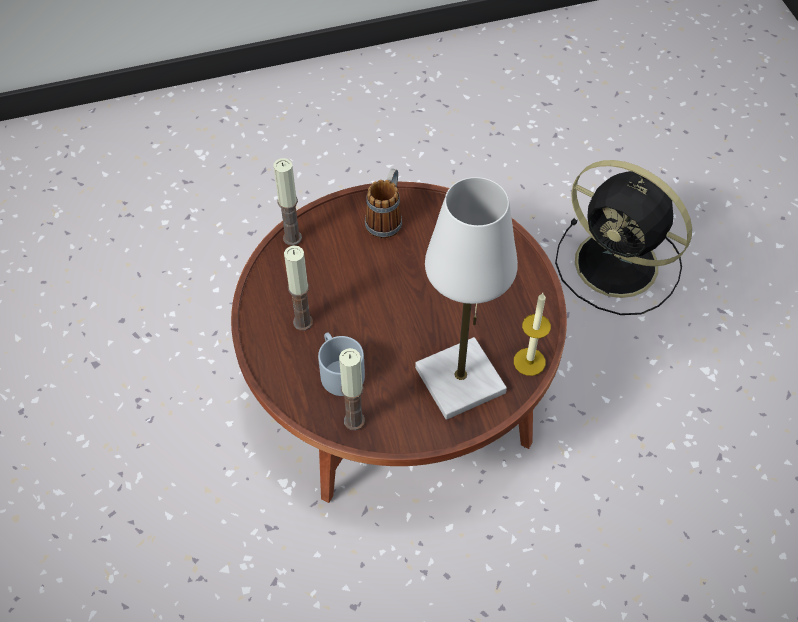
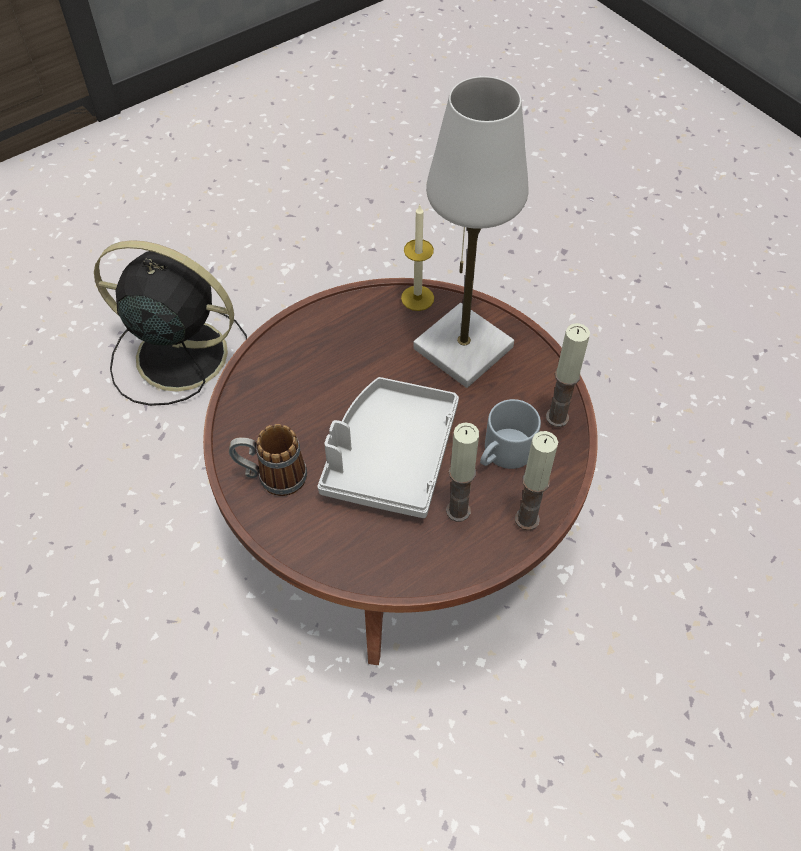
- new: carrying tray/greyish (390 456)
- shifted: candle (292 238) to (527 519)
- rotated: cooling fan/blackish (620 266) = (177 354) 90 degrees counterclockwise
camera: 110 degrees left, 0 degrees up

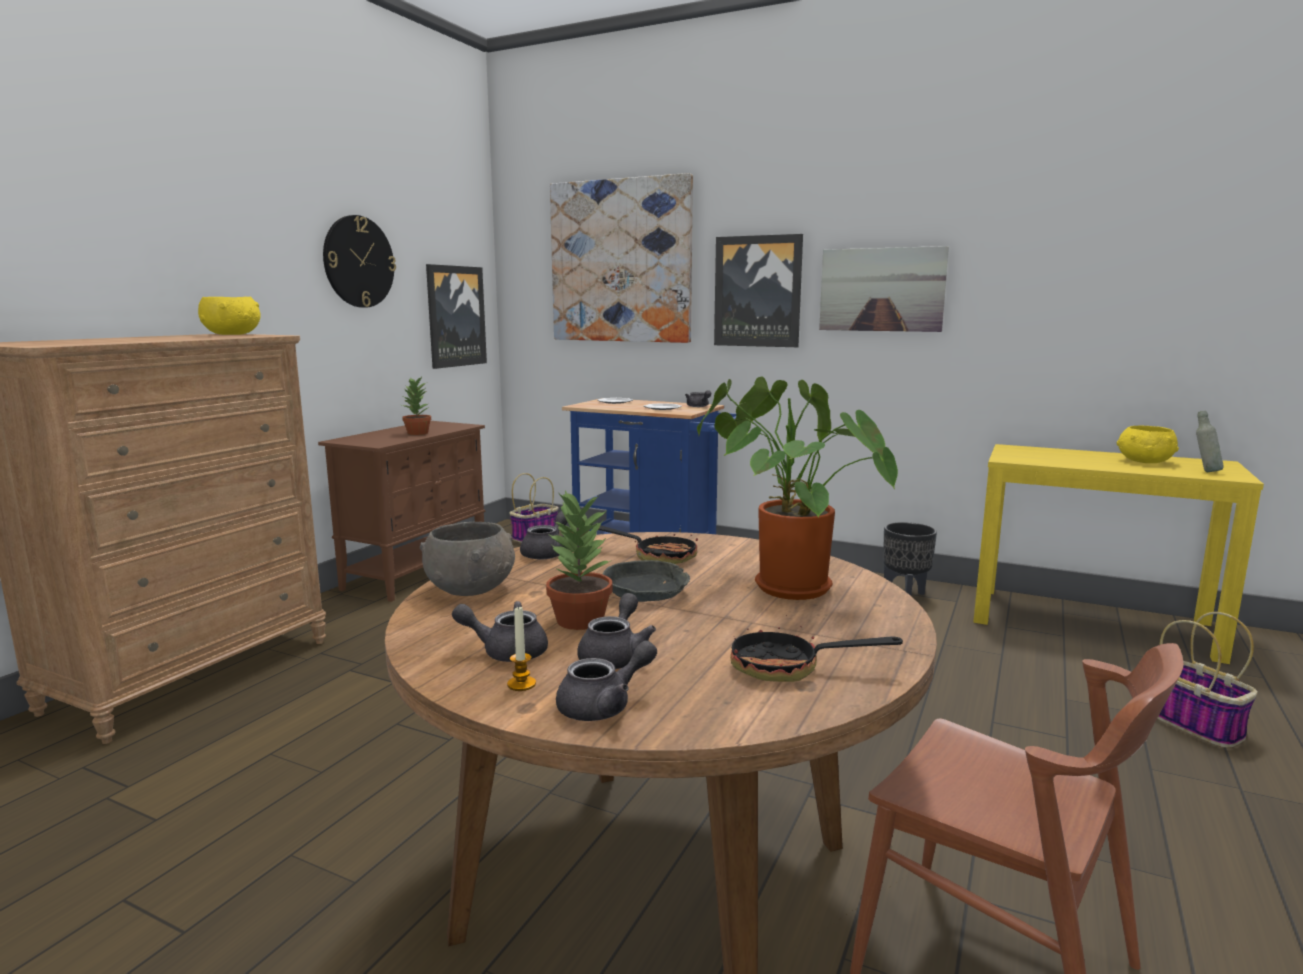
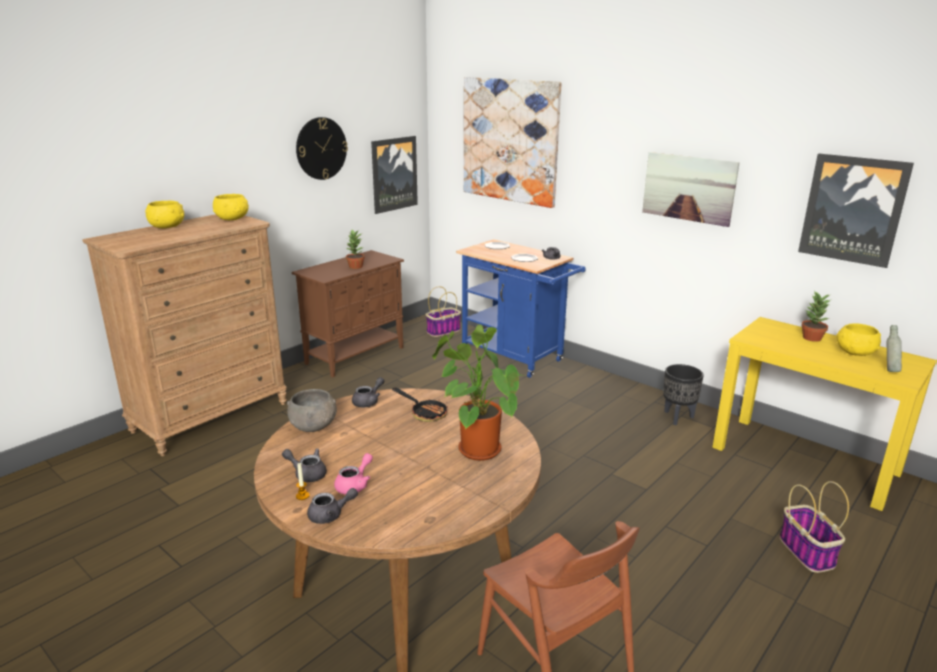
- gone: bowl/greyish (646 592)
- gone: skillet (788 668)
- new: bowl/yellow (167 226)
- shifted: potted plant (578 620) to (811 338)
- shifted: wall art (758 291) to (853 209)
- repainted: pot for tea/greyish (615 655) to pot for tea/pinkish (355 485)
camera: 15 degrees right, 10 degrees up

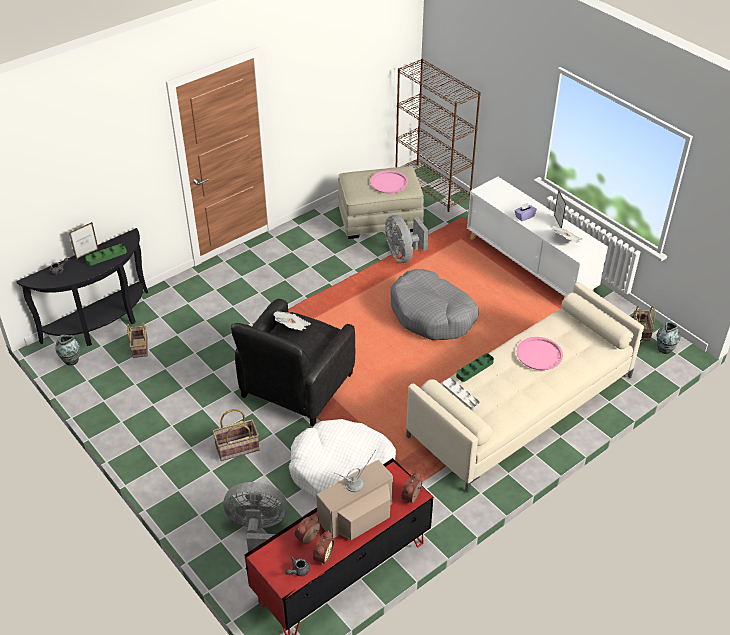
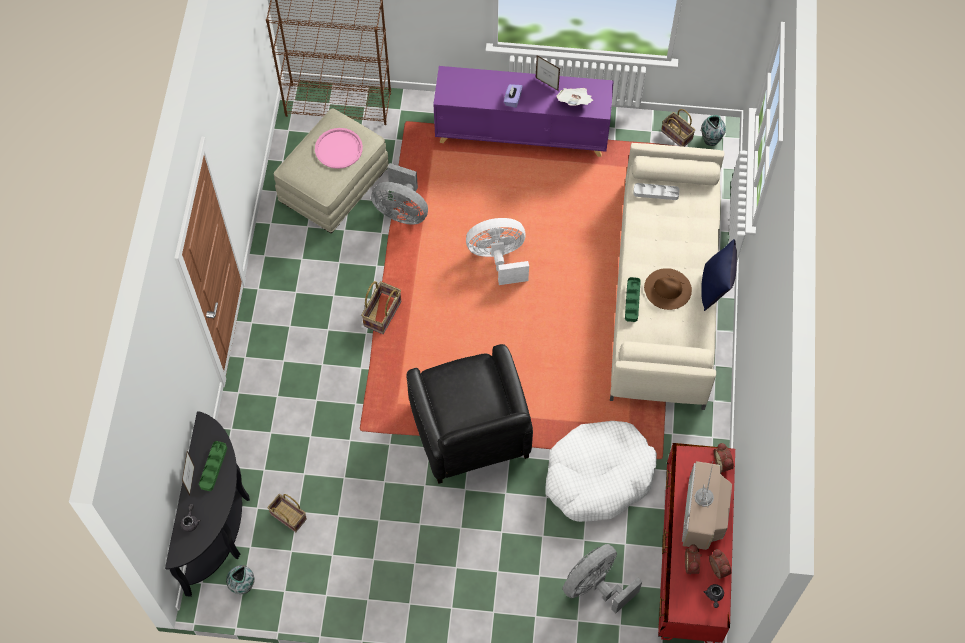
- gone: printed paper (292 327)
- gone: carrying tray/pinkish (539 354)
- new: hat/brown-coloured (667 289)
- new: throw pillow/blue-coloured (715 287)
- shifted: storage basket (237 448) to (383 314)
- shifted: carrying tray/greyish (460 396) to (656 193)
- swapped: dog cushion/greyish (432 314) to cooling fan/whitish (499 258)
- repainted: cupboard/whitish (530 265) to cupboard/purplish (522 133)
camera: 45 degrees left, 20 degrees up

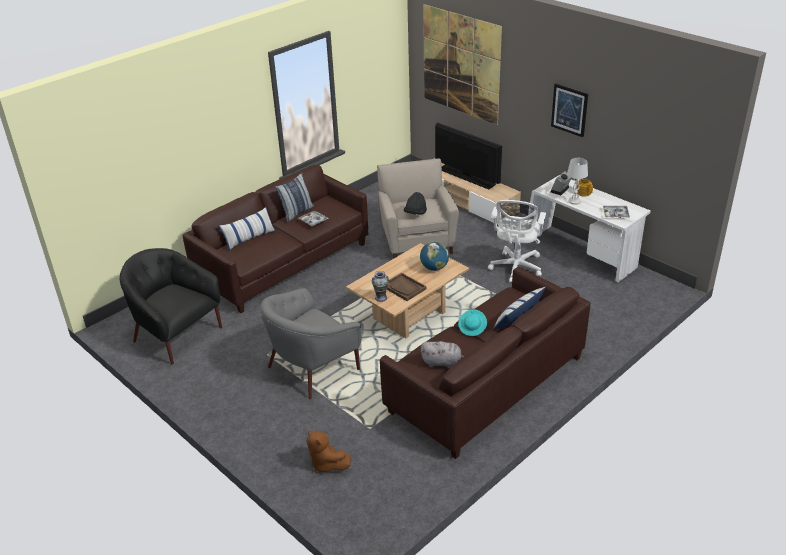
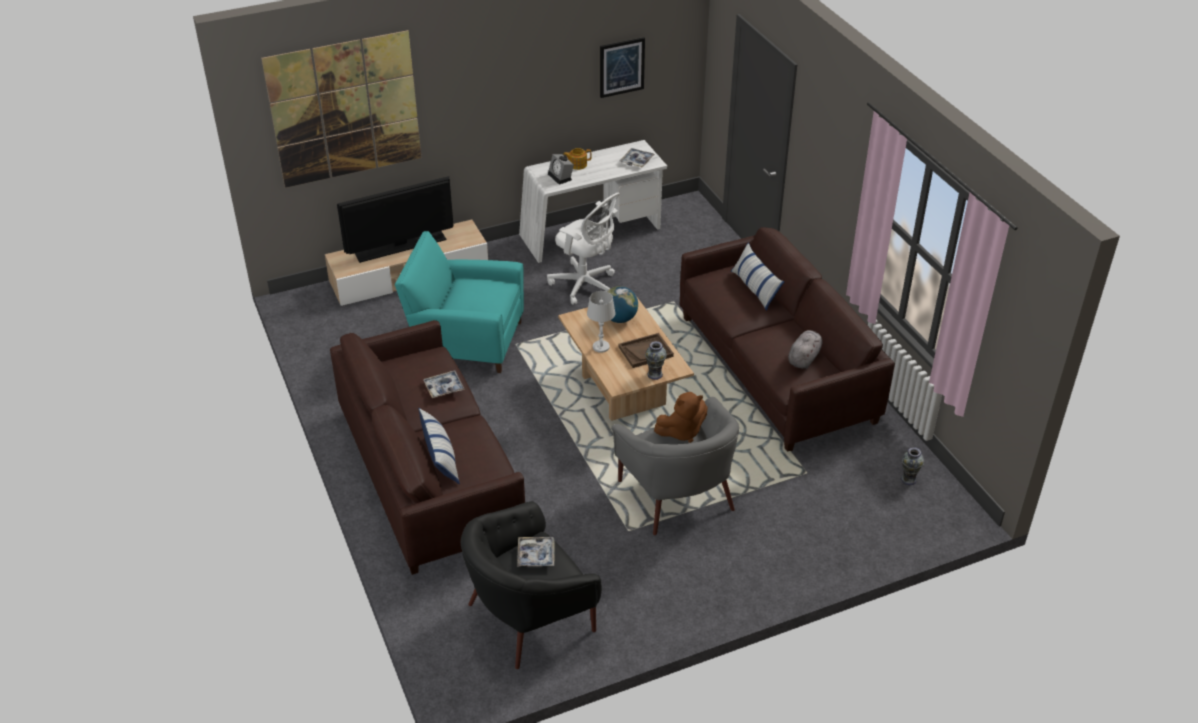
- gone: throw pillow (297 212)
- gone: hat/blackish (415 213)
- gone: hat/turquoise (472 328)
- new: carrying tray (536 555)
- new: vase (908 479)
- shifted: cuddly toy/brown-coloured (326 464) to (682 432)
- shifted: wall art (569 110) to (621 67)
- shifted: tabletop lamp/whitish (574 201) to (600 347)
- repainted: armchair/beige (416 239) to armchair/turquoise (465 341)
camera: 70 degrees left, 5 degrees up

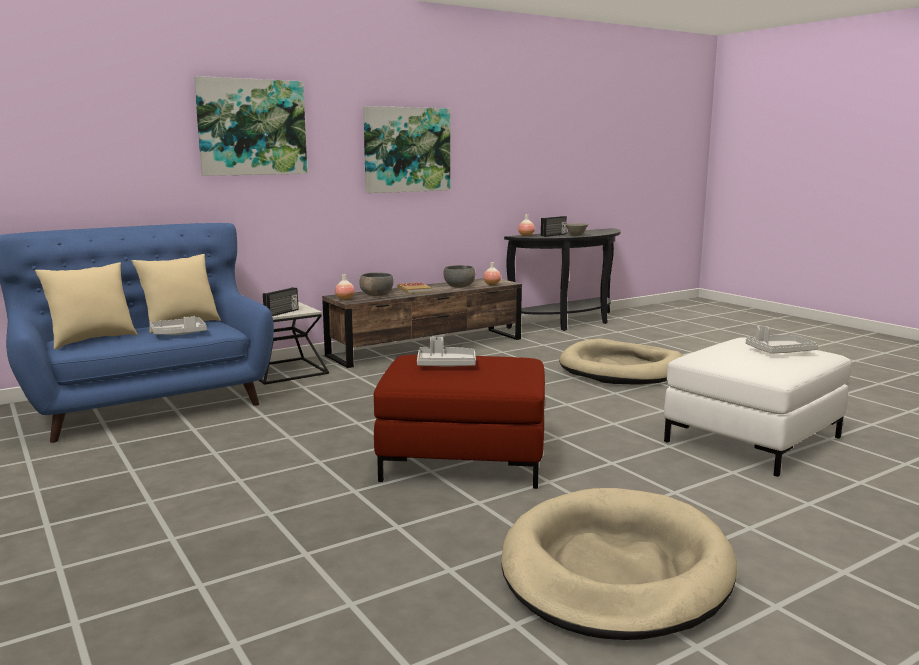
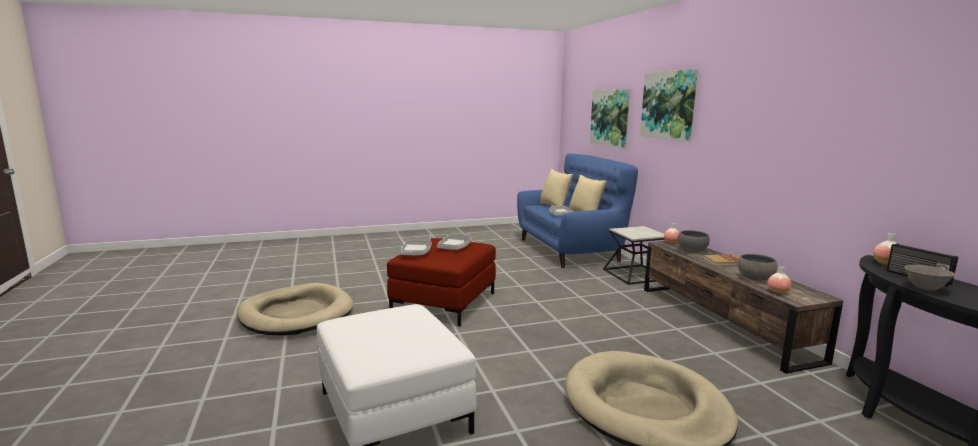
- gone: radio (282 313)
- shifted: wall art (407 150) to (610 117)
- shifted: carrying tray/greyish (779 352) to (416 253)
camera: 105 degrees right, 0 degrees up

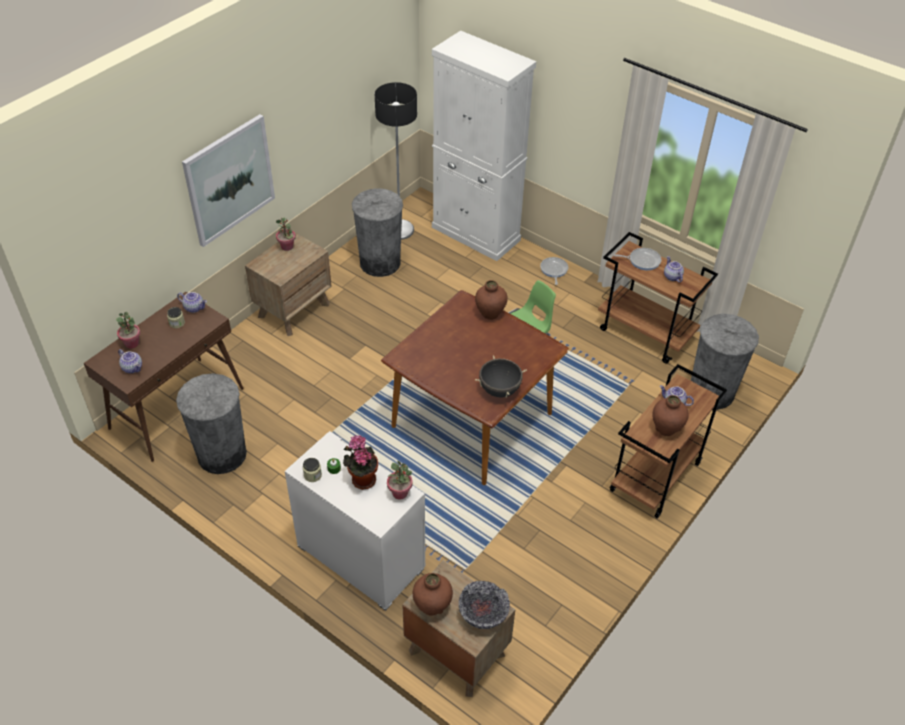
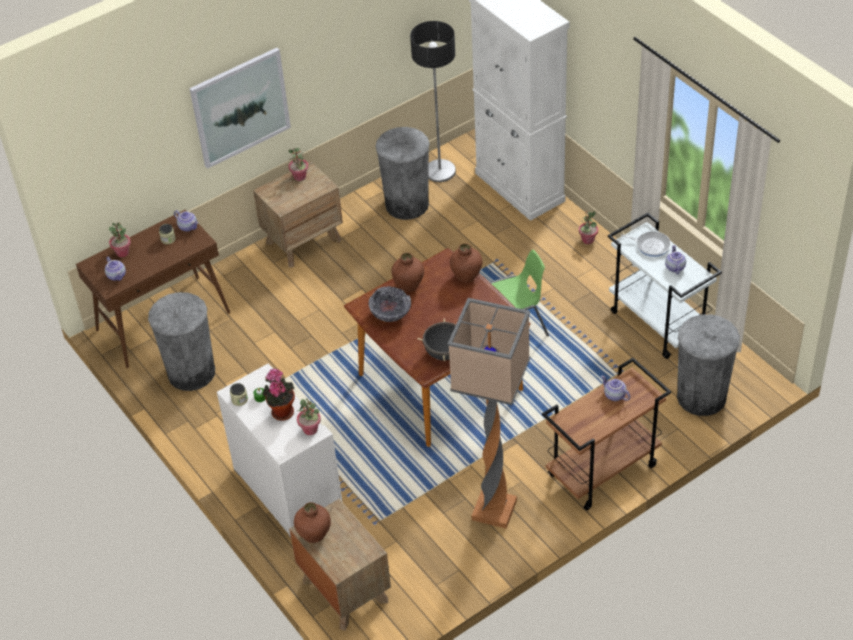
- new: standing lamp (492 510)
- shifted: bowl (483 614) to (391 314)
- shifted: vase/brown-coloured (666 429) to (409 286)
- swapped: skillet (553 270) to potted plant (587 240)
- repainted: trolley/brown-coloured (646 333) to trolley/whitish (659 323)
camera: 20 degrees right, 0 degrees up

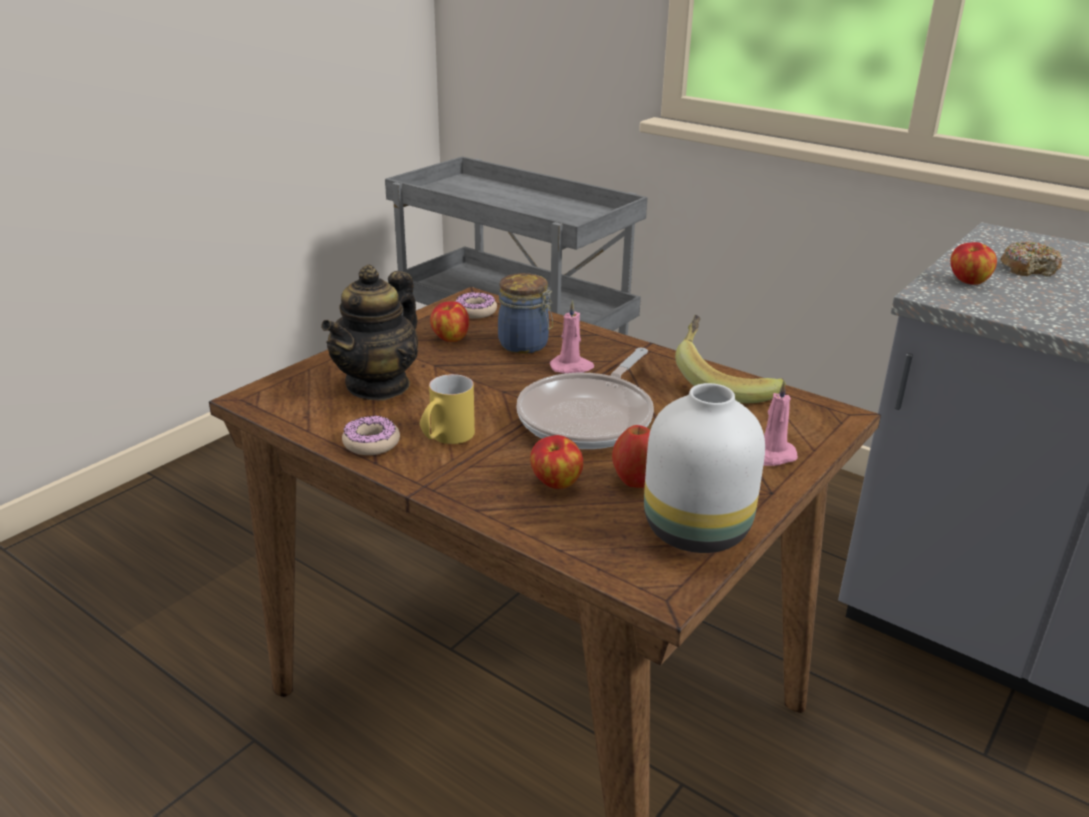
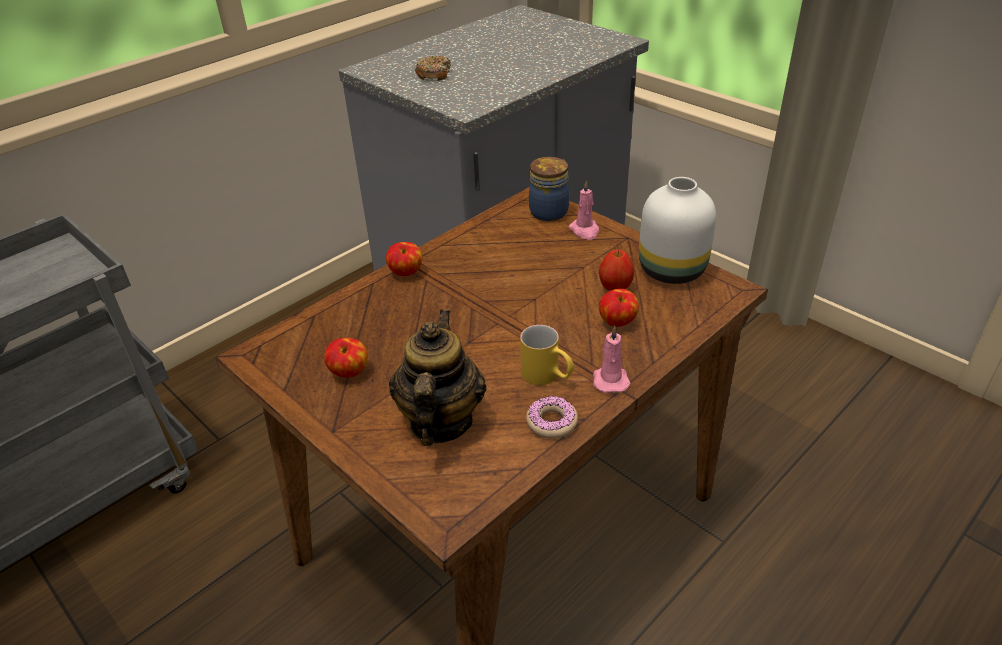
- gone: donut (475 311)
- gone: skillet (589 417)
- gone: whole banana (724 383)
- shifted: preserve jar (525 345) to (550 211)
- shifted: candle/pinkish (572 367) to (610 379)
- shifted: apple (968 282) to (406 273)
- rotated: pot for tea (378 385) = (440 422) 120 degrees counterclockwise
camera: 80 degrees left, 10 degrees up

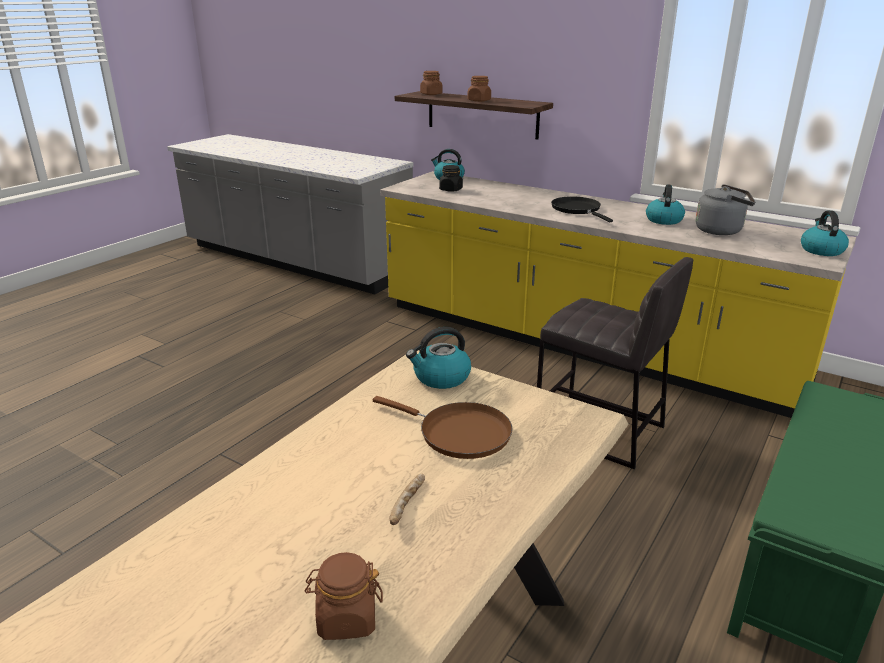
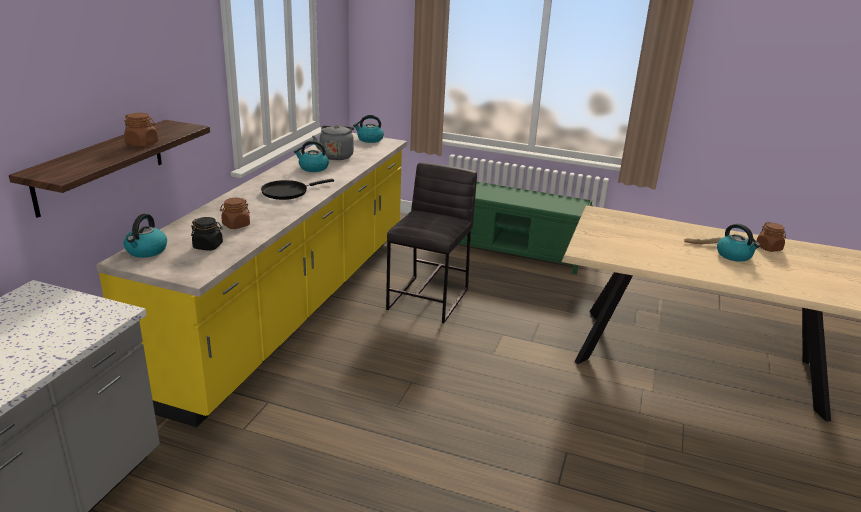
- gone: skillet/brown-coloured (459 433)
- shifted: tea kettle (441 377) to (734 255)
- shifted: preserve jar/brown-coloured (431 94) to (236 225)
camera: 105 degrees left, 0 degrees up

